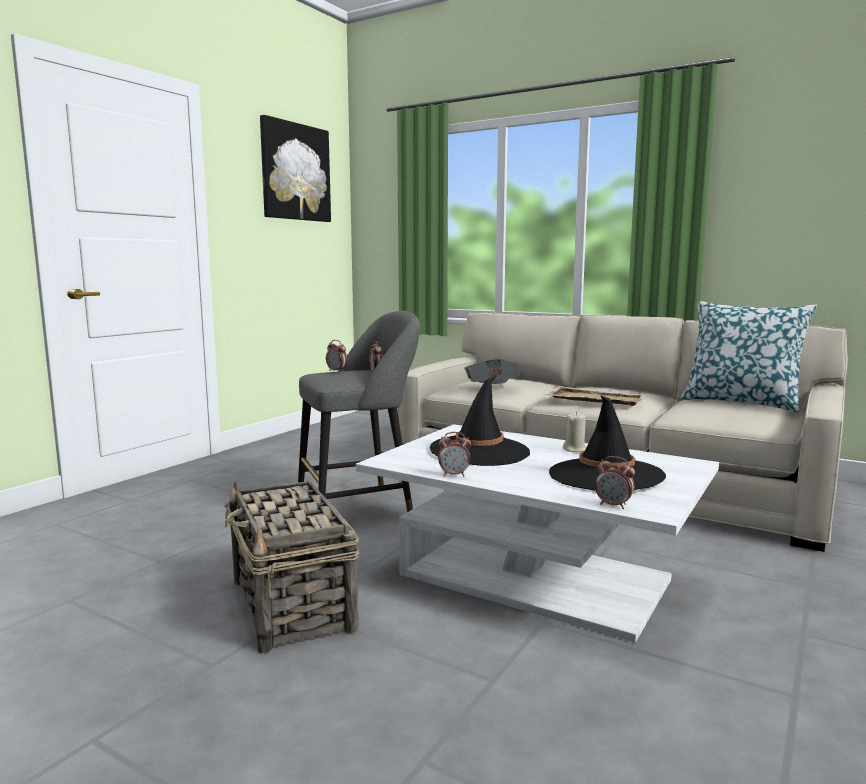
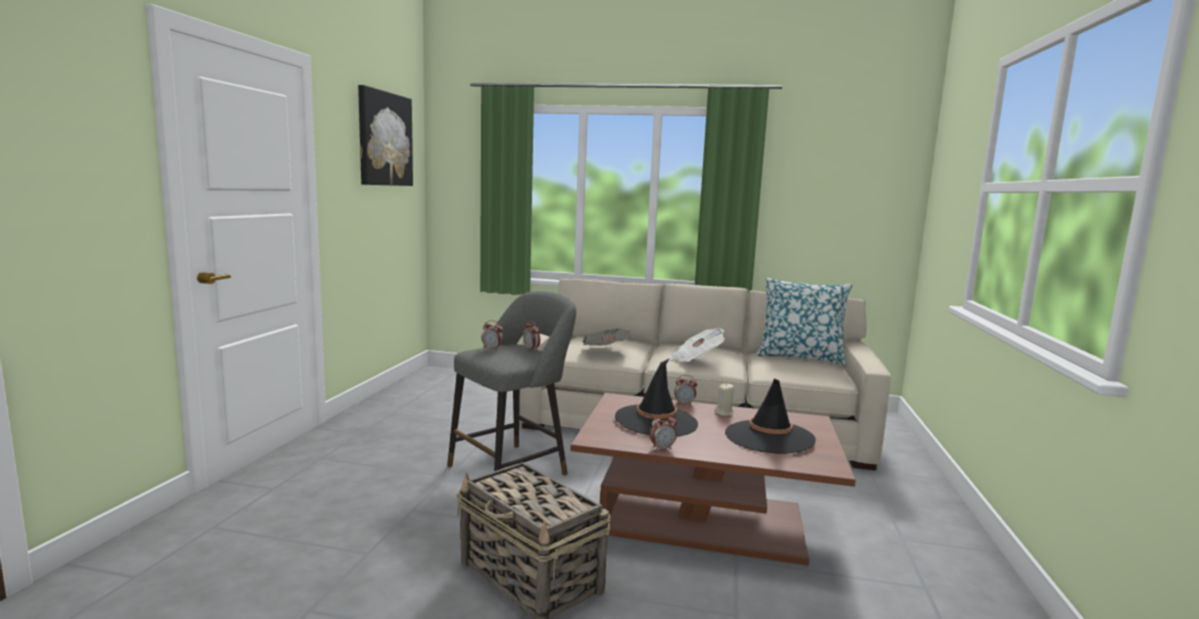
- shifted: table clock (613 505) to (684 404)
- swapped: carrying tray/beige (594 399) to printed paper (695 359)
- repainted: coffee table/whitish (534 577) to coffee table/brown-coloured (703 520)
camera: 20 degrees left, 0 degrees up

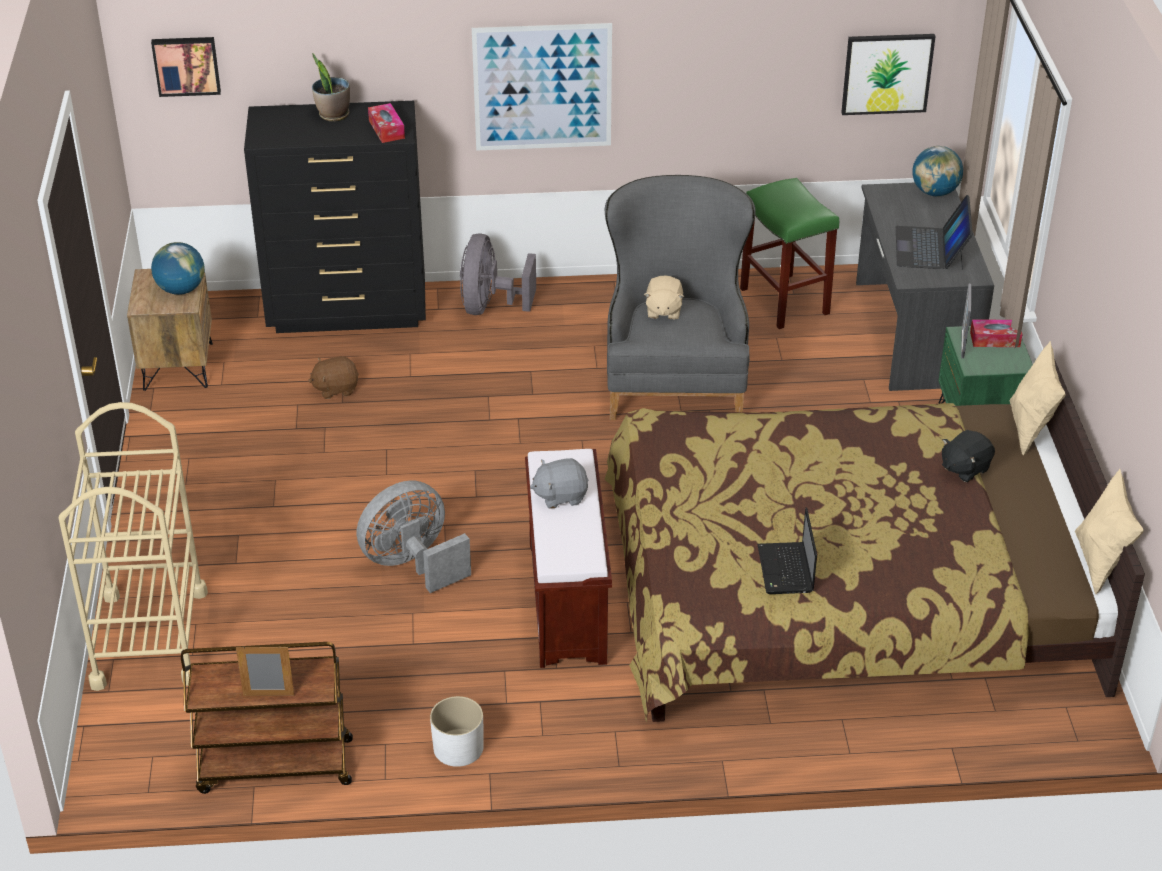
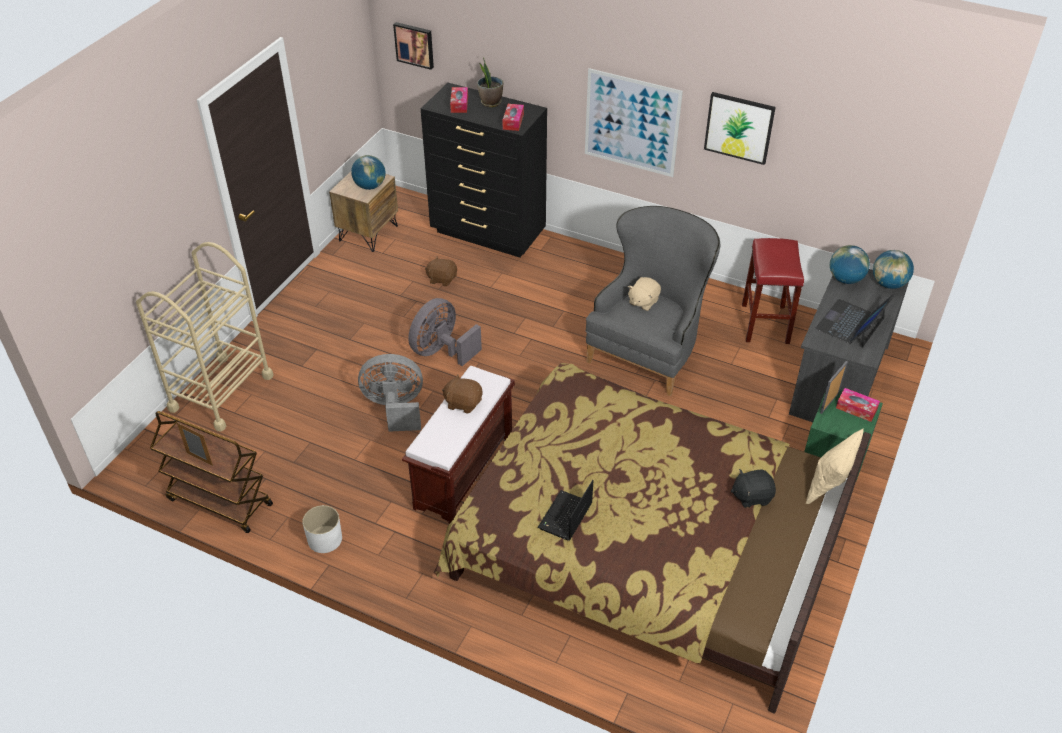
- gone: throw pillow/beige (1100 563)
- new: tissue box (459 104)
- new: world globe (845 279)
- shifted: cooling fan/greyish (490 306) to (441 351)
- shifted: wall art (887 73) to (739 127)
- repainted: cuddly toy/greyish (560 496) to cuddly toy/brown-coloured (463 403)
- repainted: stool/greenish (783 301) to stool/reddish (764 323)
camera: 30 degrees right, 5 degrees up

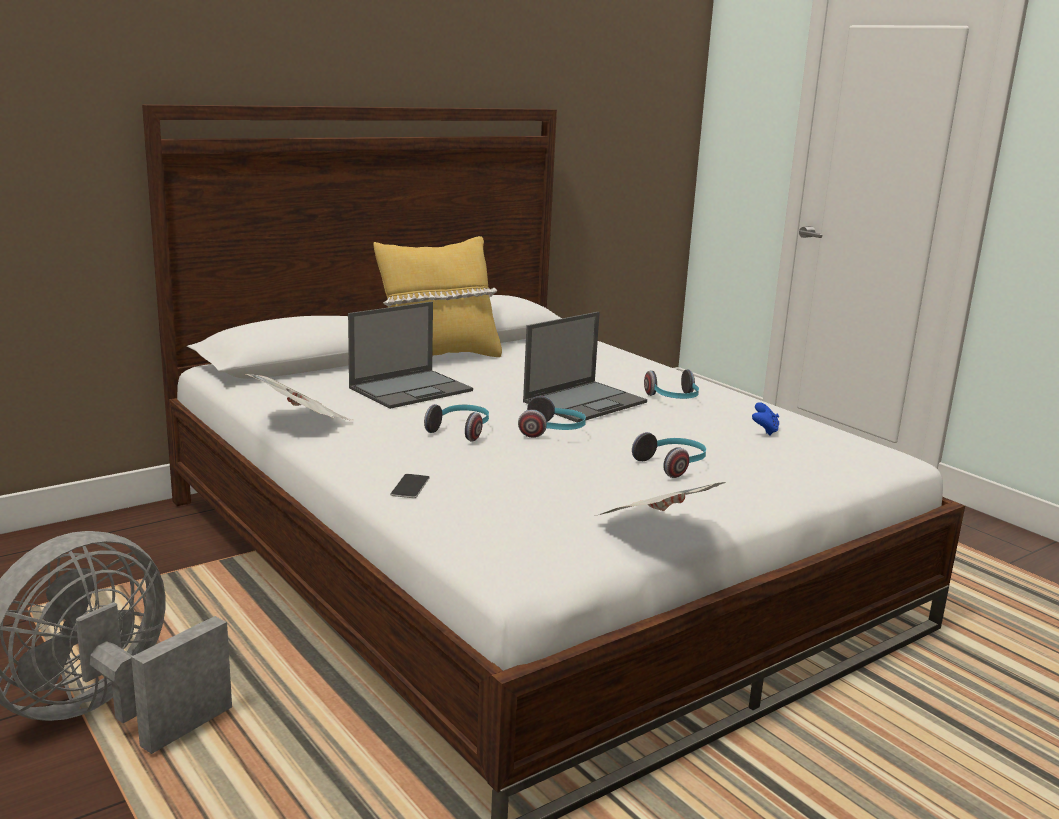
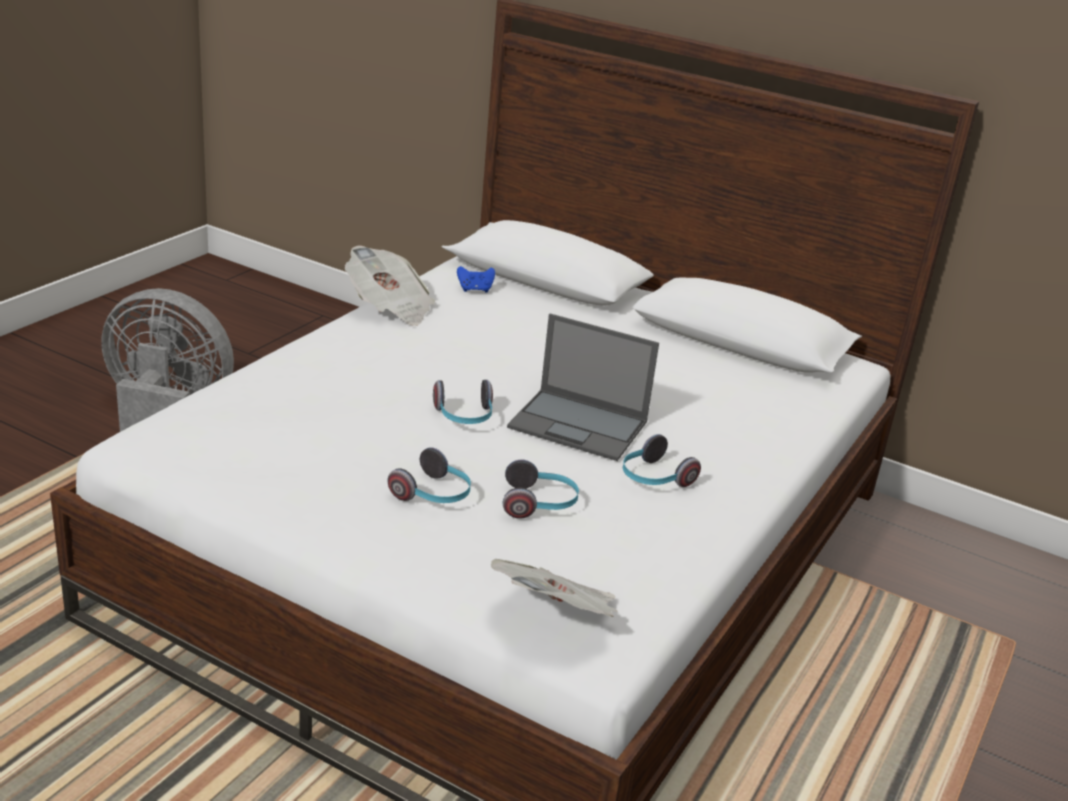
- gone: portable computer (412 389)
- gone: throw pillow/yellow (438 358)
- gone: telephone (410 486)
- shifted: pair of headphones (461 431) to (539 504)
- shifted: printed paper (655 530) to (557 616)
- shifted: game controller/blue-coloured (764 431) to (475 289)
camera: 65 degrees right, 10 degrees up

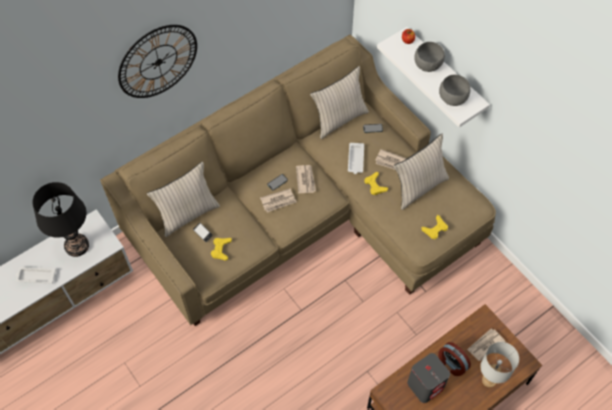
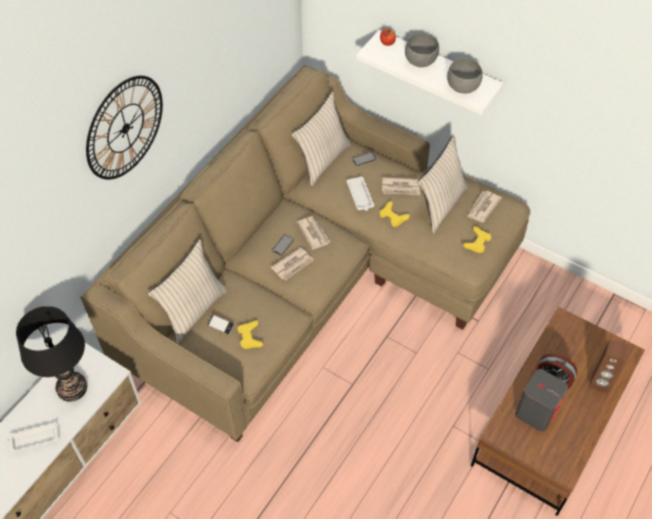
- shifted: printed paper (485 345) to (483 208)
- swapped: tabletop lamp/greyish (489 380) to audio speaker/brown-coloured (599 383)
camera: 20 degrees left, 5 degrees down

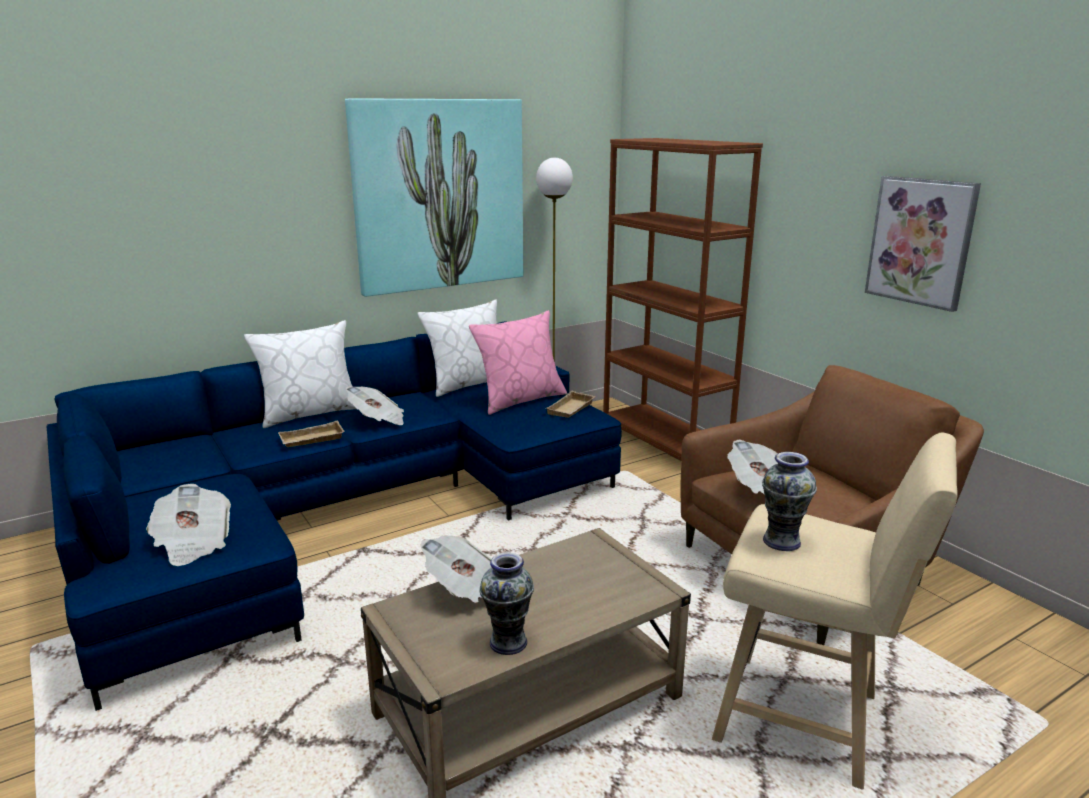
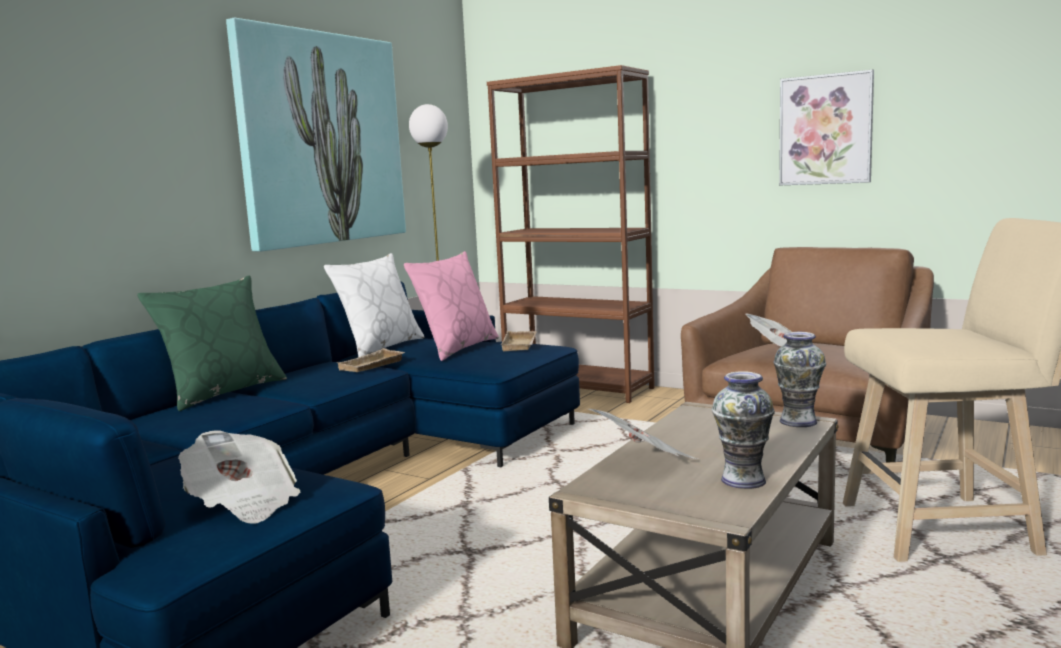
- gone: printed paper (378 420)
- shifted: carrying tray/beige (311 440) to (372 366)
- shifted: vase (781 541) to (797 421)
- repainted: throw pillow/whitish (310 413) to throw pillow/greenish (223 392)
camera: 25 degrees left, 10 degrees down

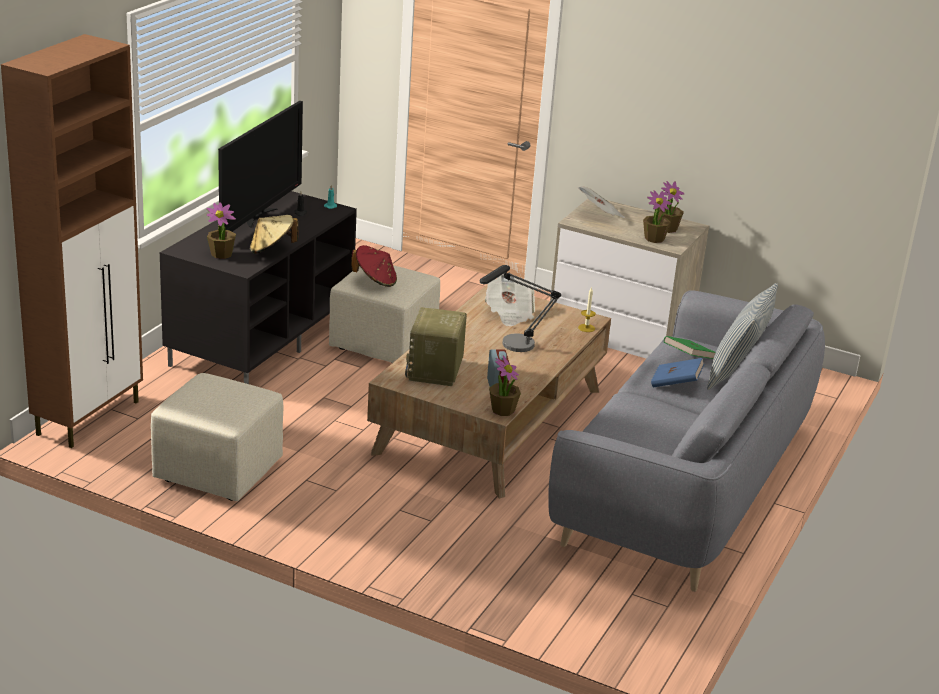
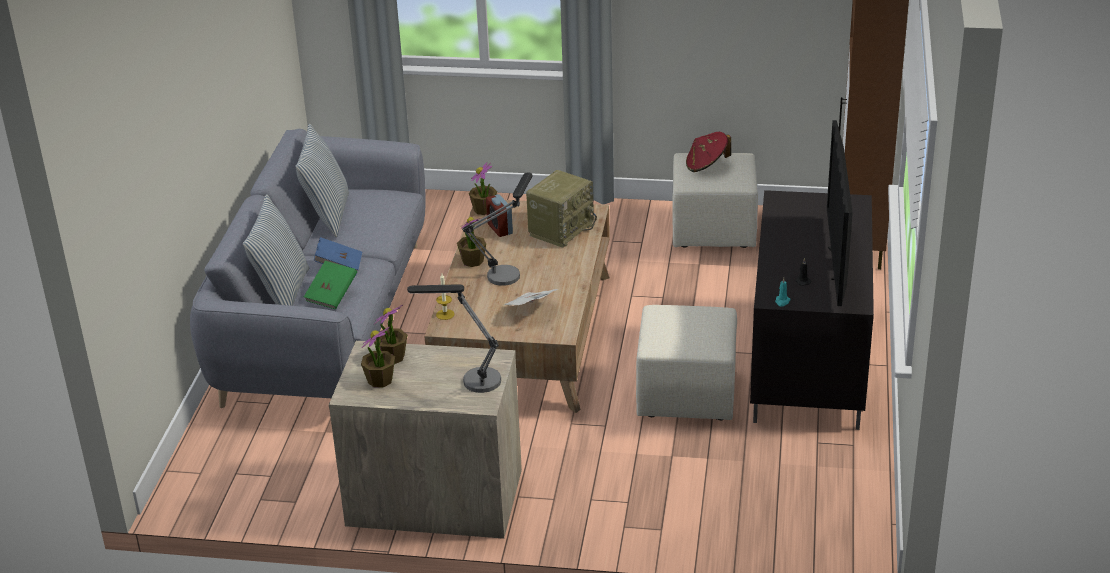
- gone: hat/beige (272 249)
- new: throw pillow (327 215)
- shifted: potted plant (222 254) to (472 261)
- shifted: hat/reddish (375 281) to (706 165)
- swapped: printed paper (600 215) to tabletop lamp (470 380)
- rotated: radio (436 370) = (561 229) 45 degrees clockwise
camera: 165 degrees right, 5 degrees up

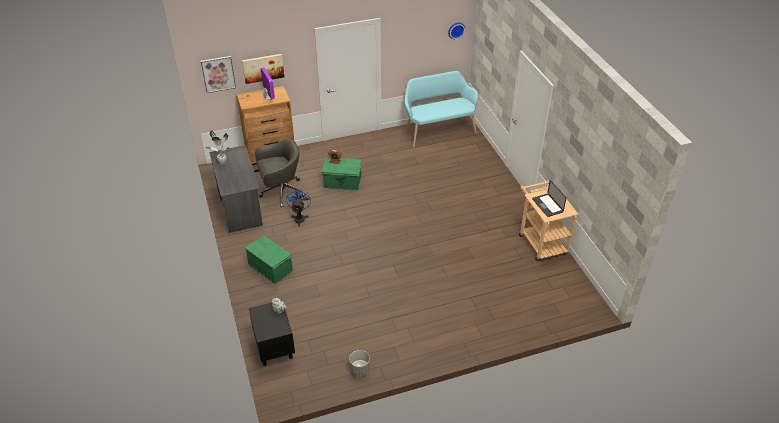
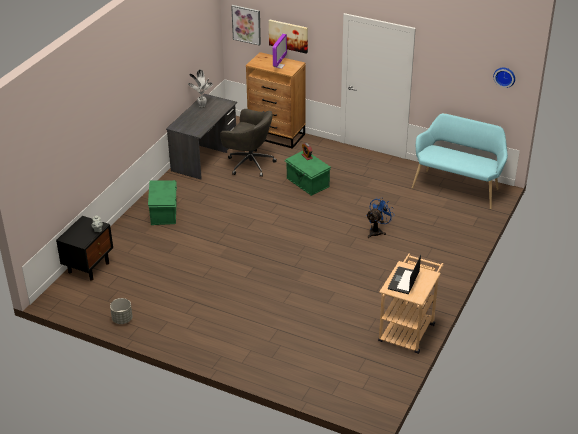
- shifted: cooling fan/blue-coloured (299 217) to (377 231)
camera: 45 degrees right, 5 degrees down

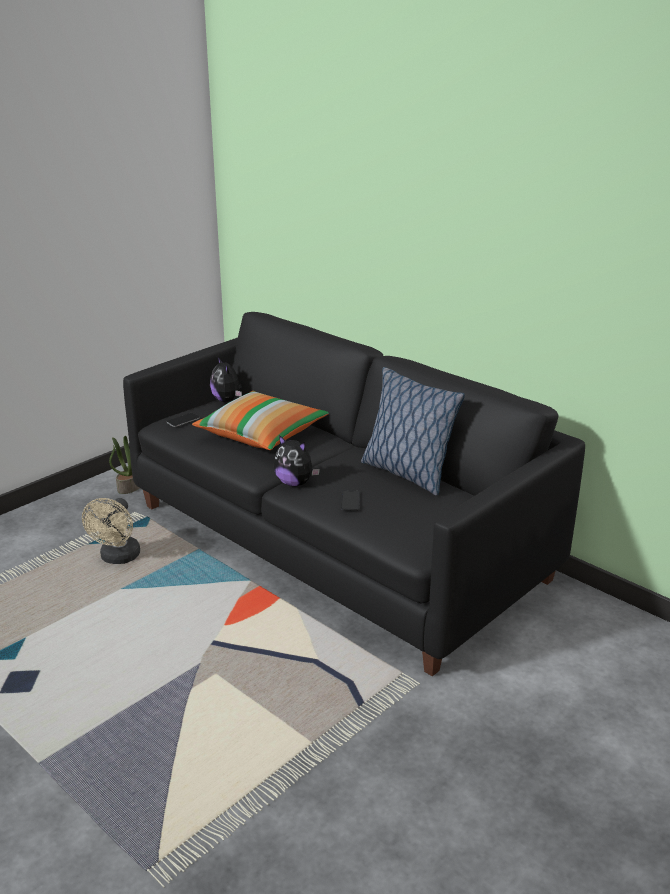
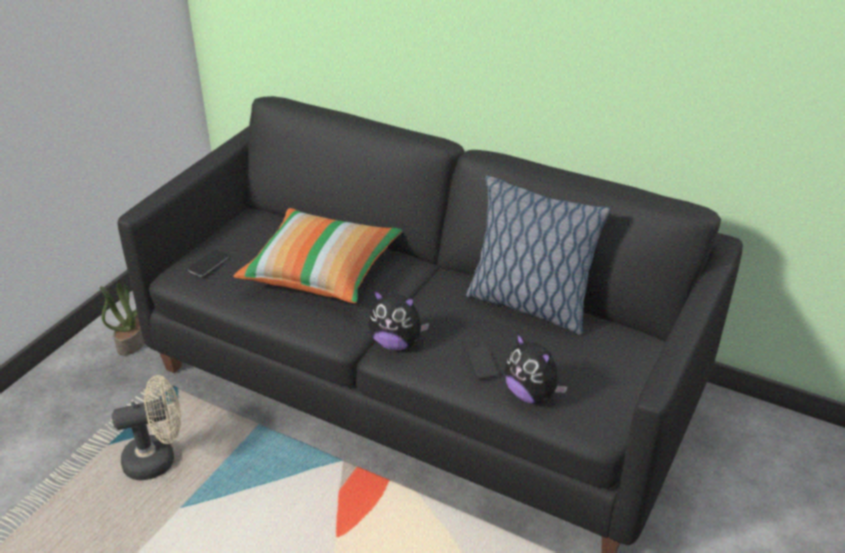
- shifted: cuddly toy (227 400) to (531 394)
- rotated: cooling fan/beige (118 558) = (158 459) 105 degrees counterclockwise
camera: 15 degrees left, 10 degrees up

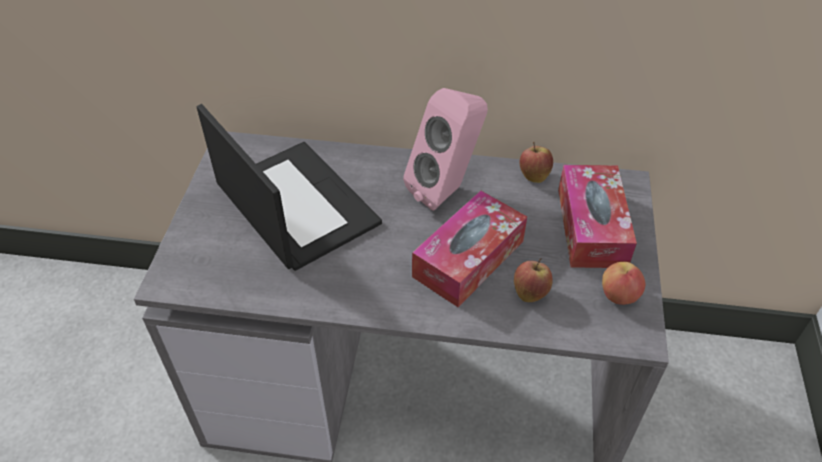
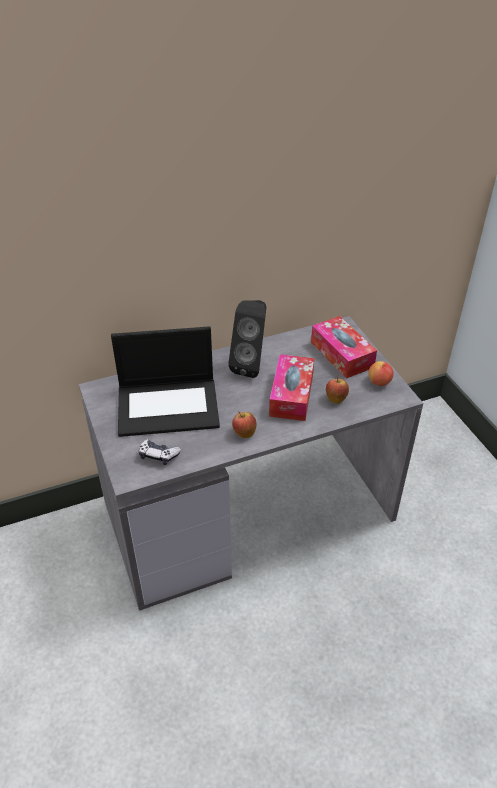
- new: game controller (158 455)
- shifted: apple (534 175) to (244 433)
- repainted: audio speaker/pinkish (447 190) to audio speaker/blackish (251 365)
- rotated: portable computer (294 204) = (169 406) 150 degrees clockwise
camera: 30 degrees left, 5 degrees down

